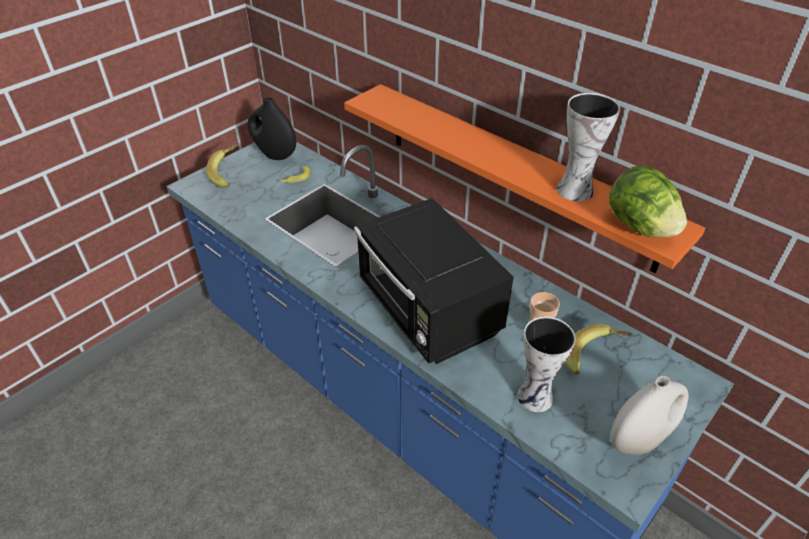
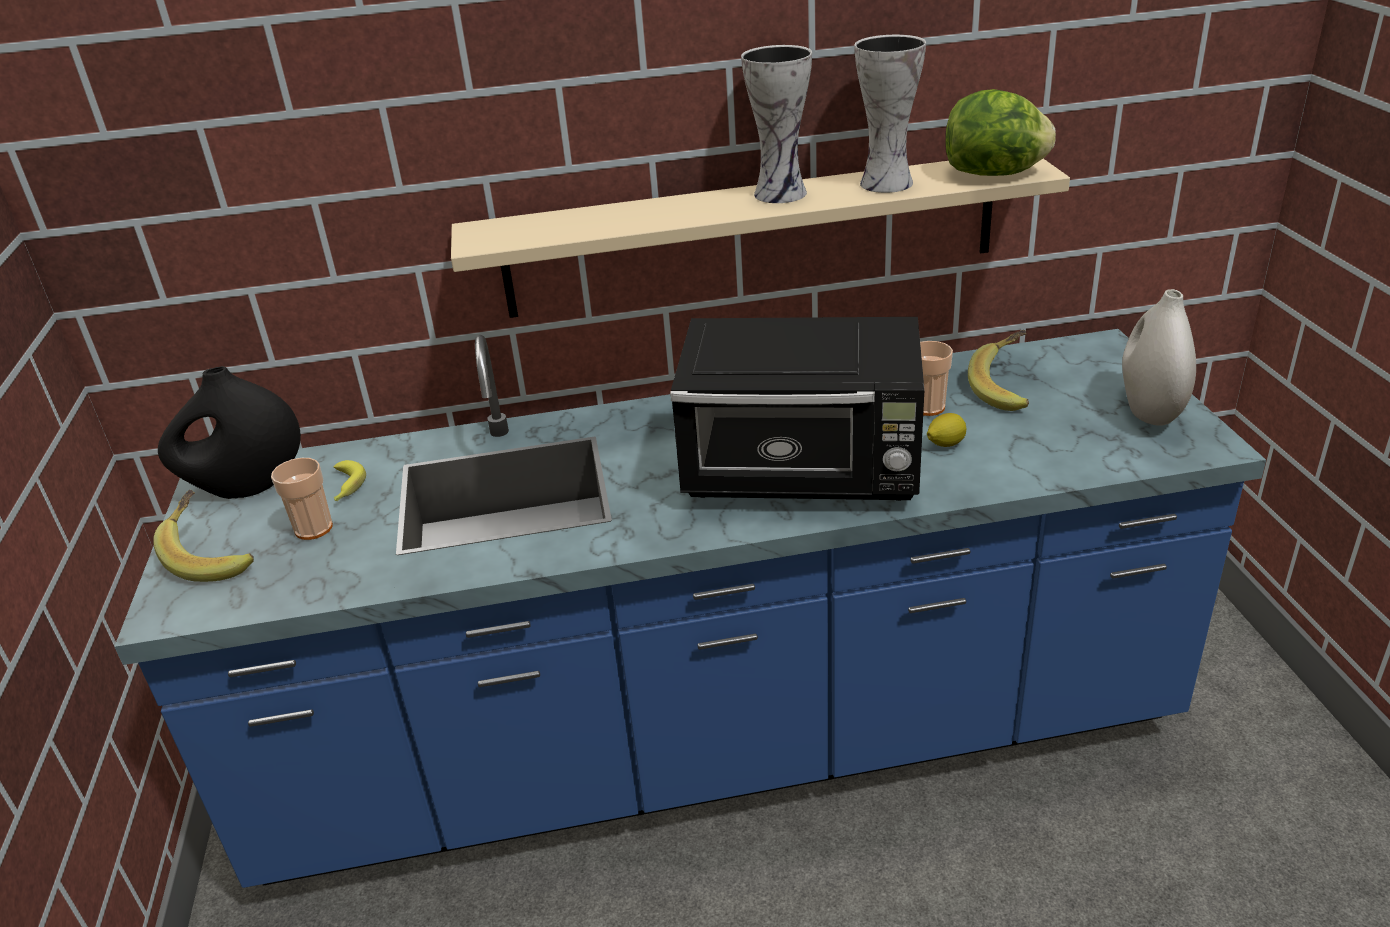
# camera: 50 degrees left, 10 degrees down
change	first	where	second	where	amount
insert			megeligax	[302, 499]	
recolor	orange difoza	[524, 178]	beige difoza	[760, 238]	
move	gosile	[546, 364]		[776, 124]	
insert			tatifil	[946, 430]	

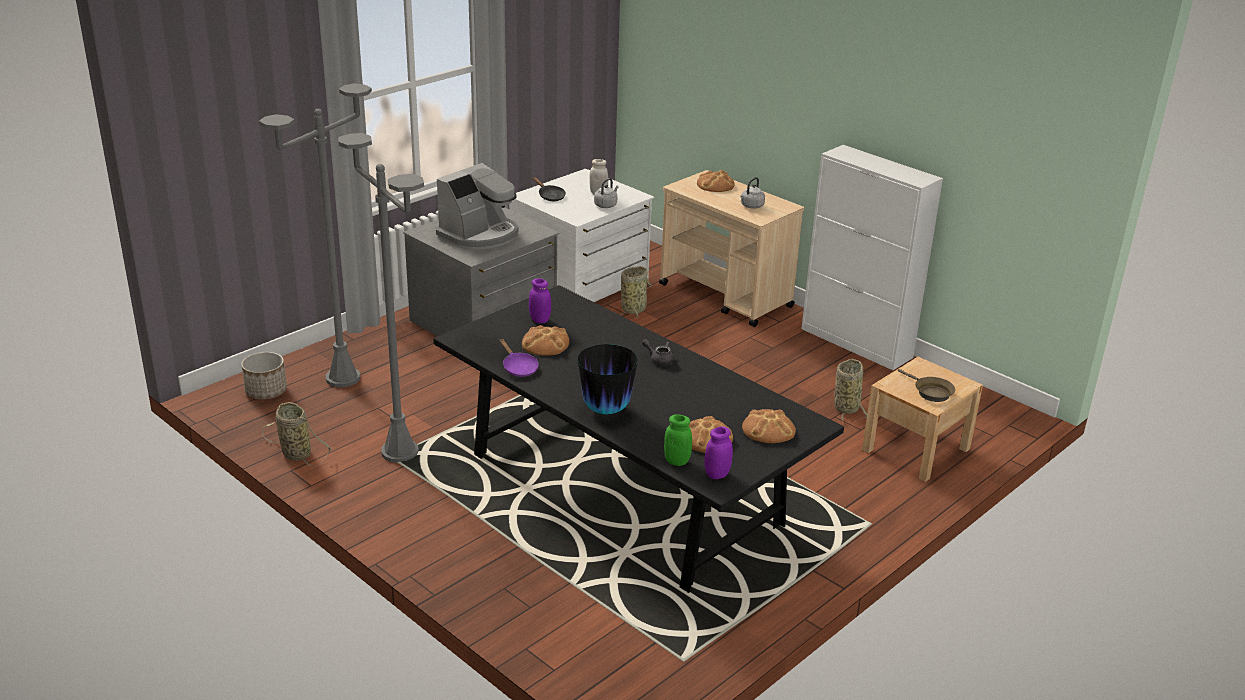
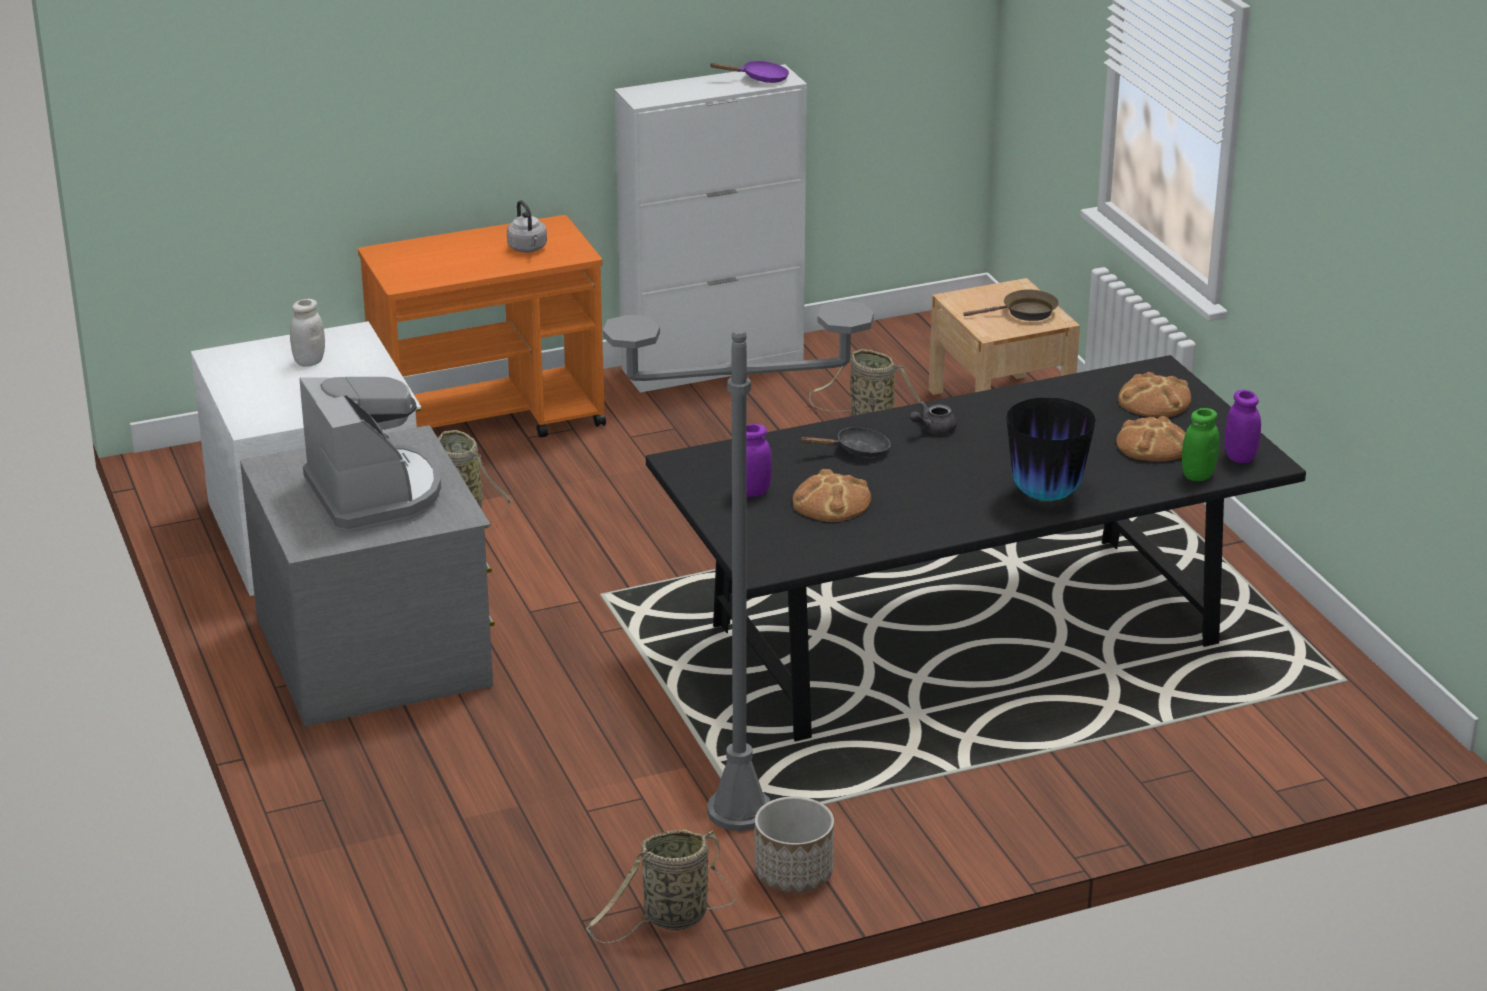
# camera: 65 degrees left, 0 degrees up
change	first	where	second	where	amount
recolor	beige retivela	[731, 248]	orange retivela	[482, 326]	
move	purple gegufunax	[519, 358]		[749, 72]	
move	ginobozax	[264, 376]		[794, 844]	
move	black gegufunax	[549, 189]		[845, 442]	
delete	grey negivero	[315, 235]			
delete	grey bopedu	[606, 193]			
delete	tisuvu	[716, 181]			

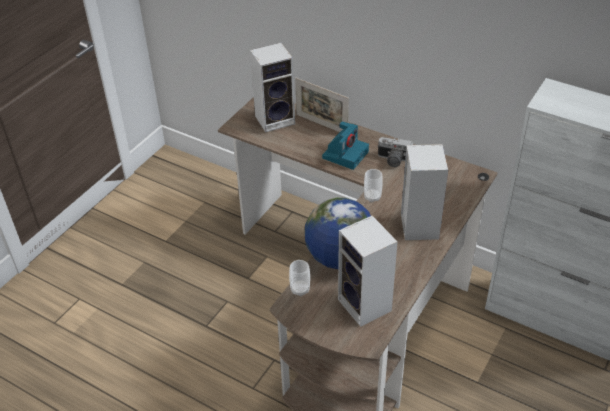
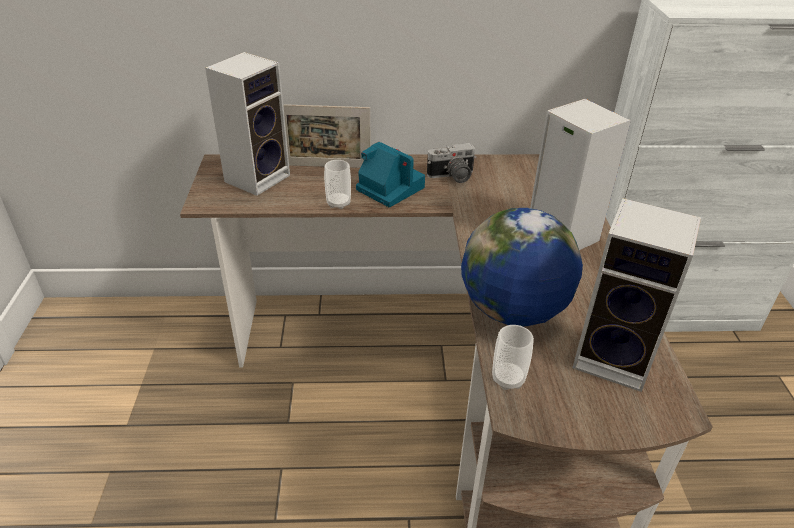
# camera: 35 degrees left, 5 degrees down
change	first	where	second	where	amount
move	megeligax	[373, 186]		[337, 184]	
rotate	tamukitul	[345, 145]		[390, 174]	45 degrees counterclockwise

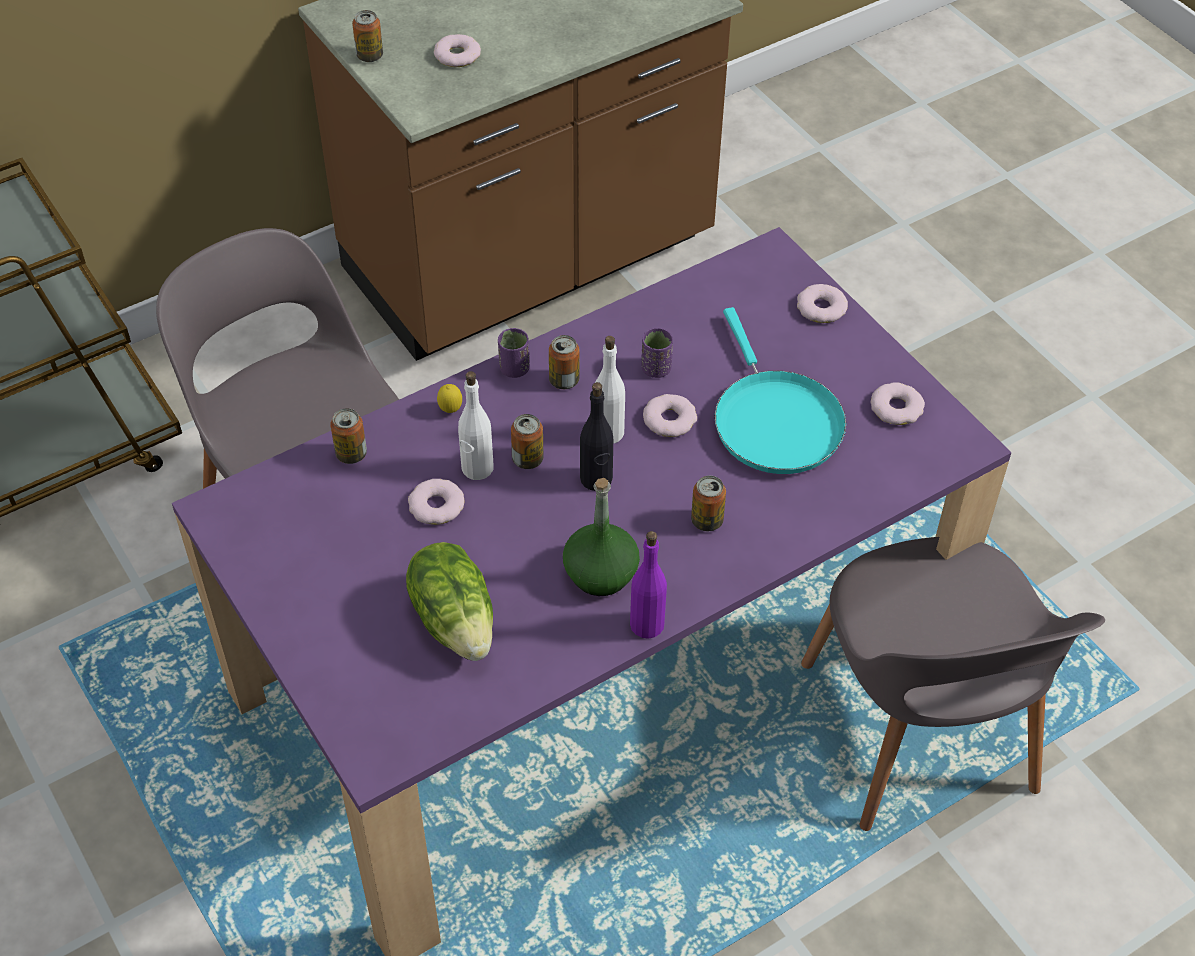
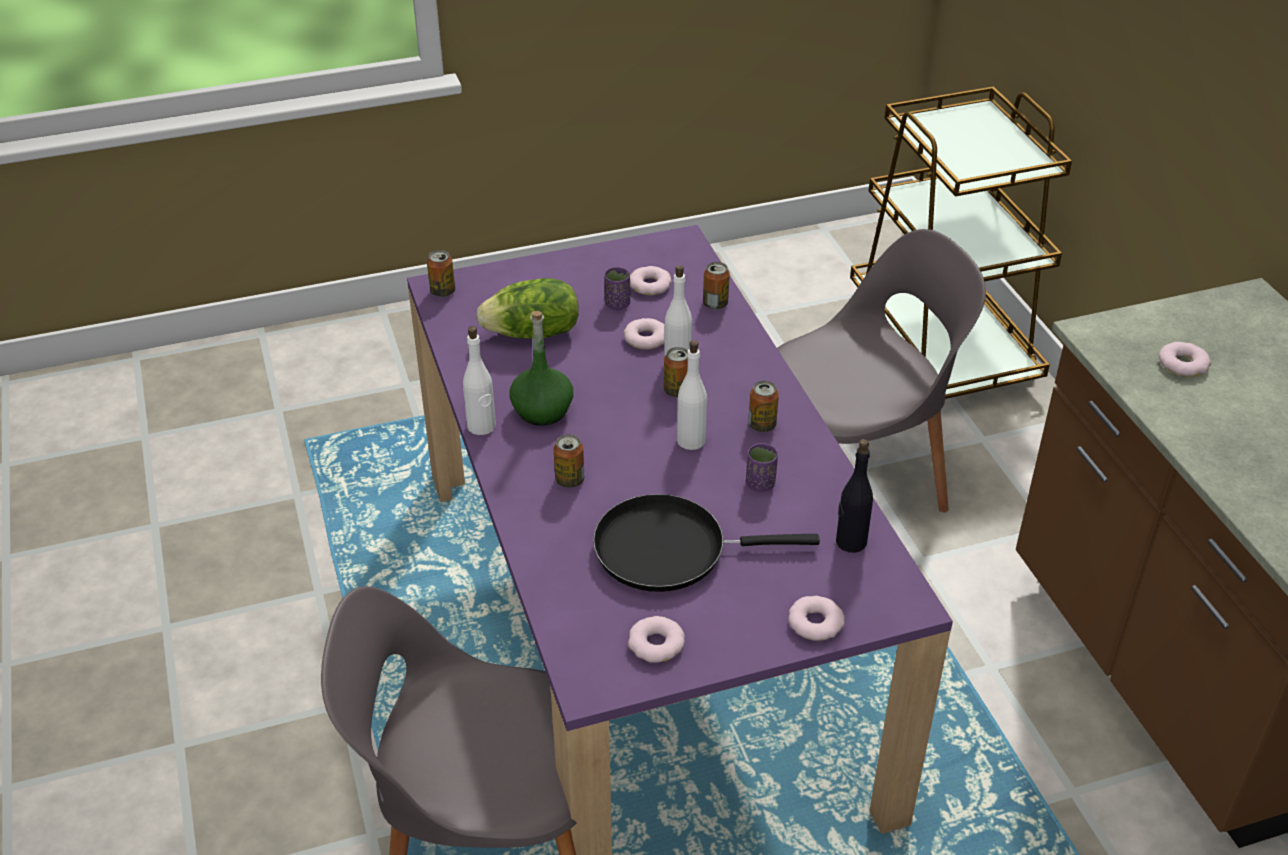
# camera: 105 degrees right, 10 degrees down
change	first	where	second	where	amount
move	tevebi	[367, 36]		[441, 273]	
recolor	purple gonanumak	[648, 584]	white gonanumak	[479, 380]	
recolor	turquoise gegufunax	[780, 390]	black gegufunax	[706, 543]	
move	purple megeligax	[514, 353]		[617, 288]	
move	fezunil	[670, 415]		[651, 280]	
move	black gonanumak	[596, 436]		[854, 496]	
delete	tatifil	[449, 398]			

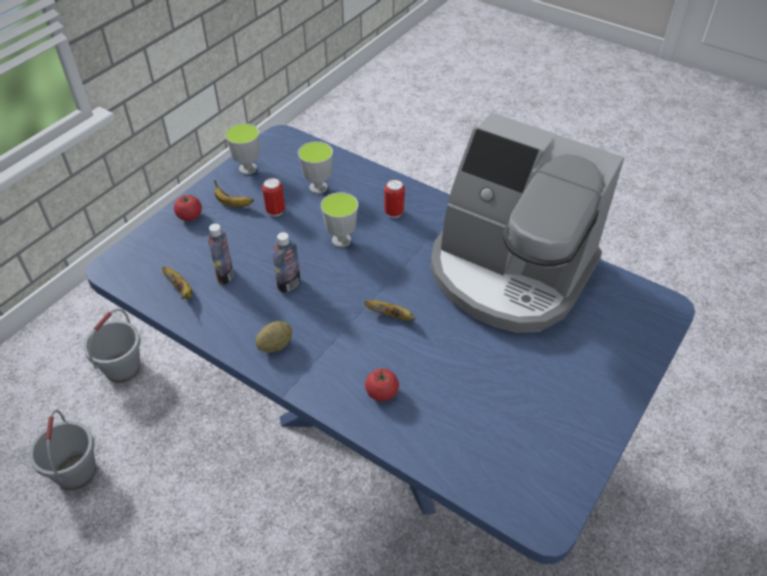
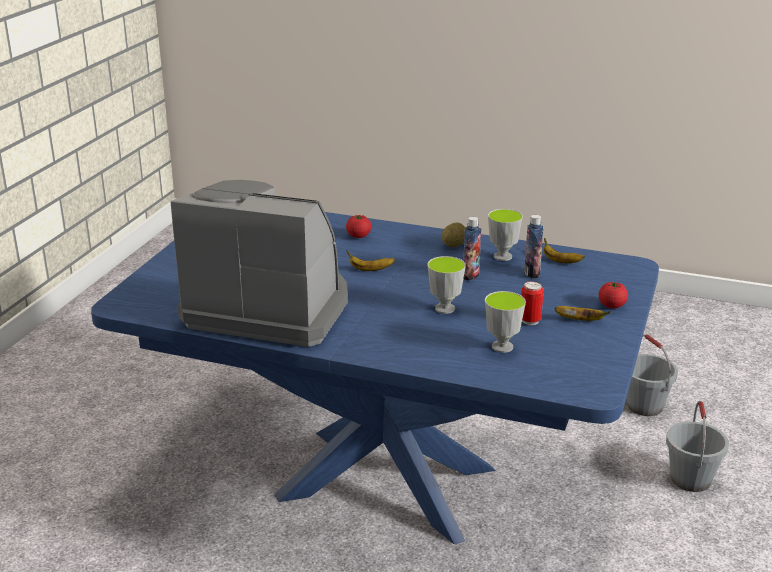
# camera: 165 degrees right, 20 degrees down
change	first	where	second	where	amount
move	megeligax	[242, 149]		[505, 235]	
delete	tevebi	[395, 198]			

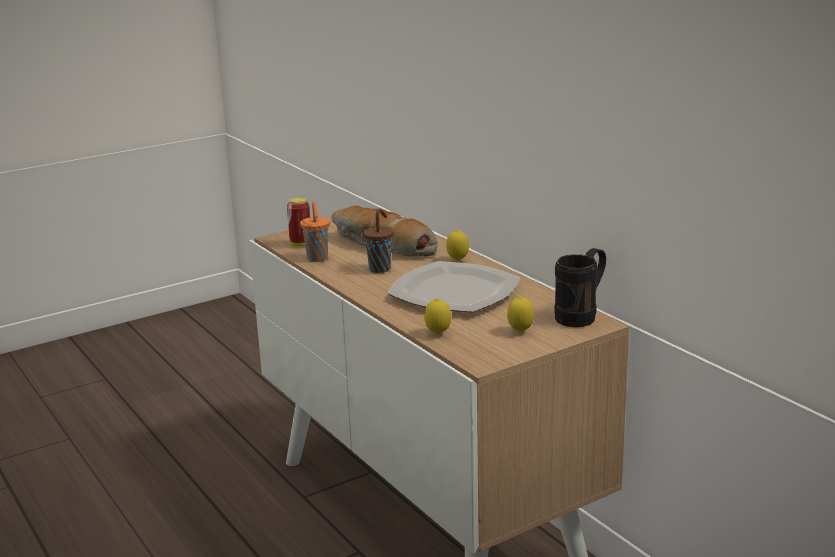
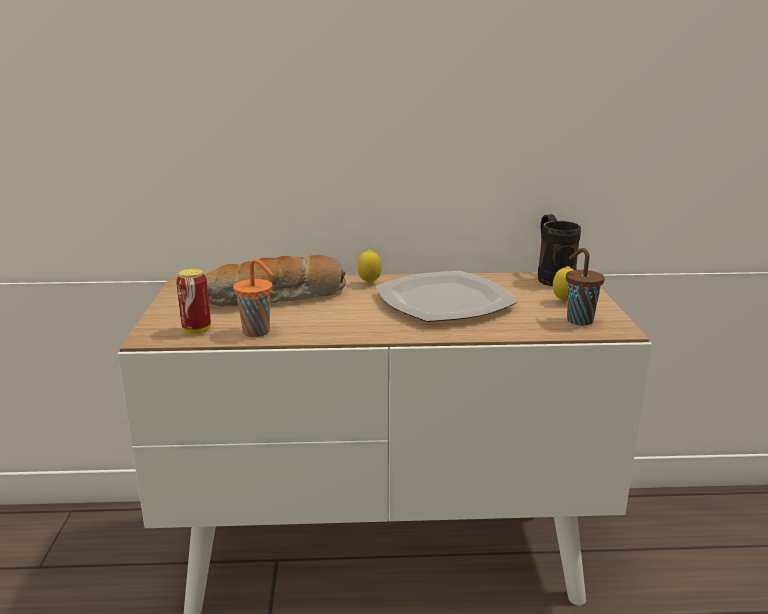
# camera: 60 degrees left, 0 degrees up
change	first	where	second	where	amount
move	brown megeligax	[378, 241]		[585, 287]	
delete	tatifil	[437, 316]			

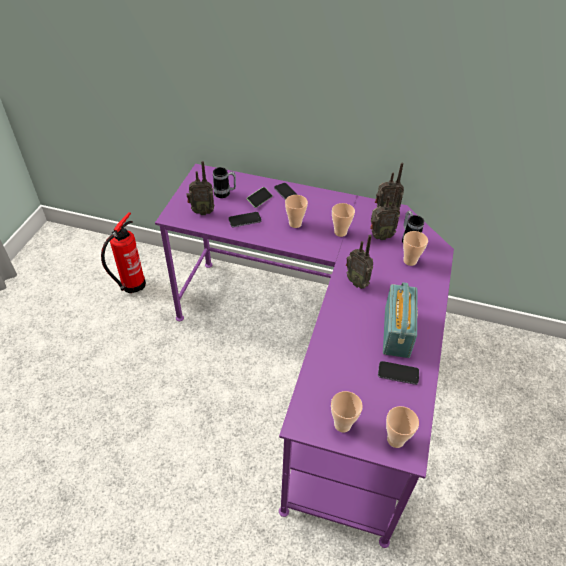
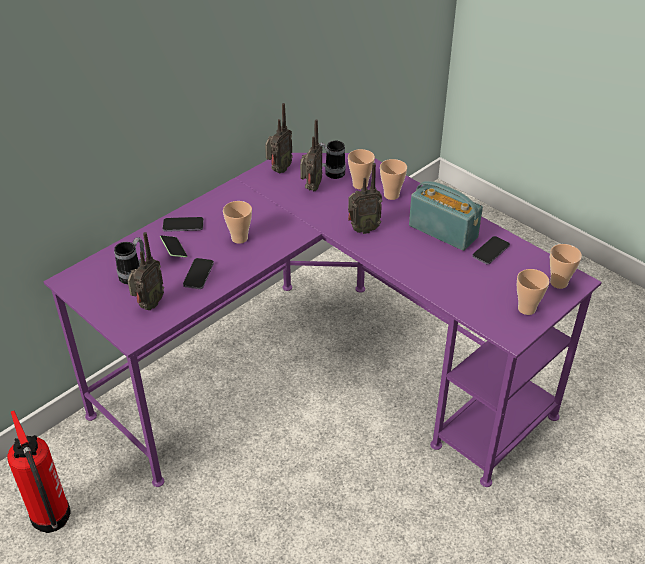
# camera: 60 degrees left, 5 degrees down
change	first	where	second	where	amount
move	megeligax	[343, 220]		[393, 179]	

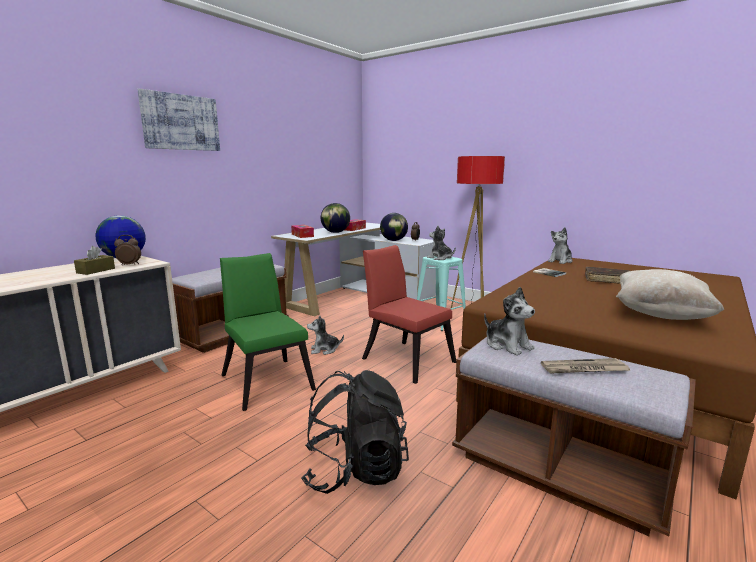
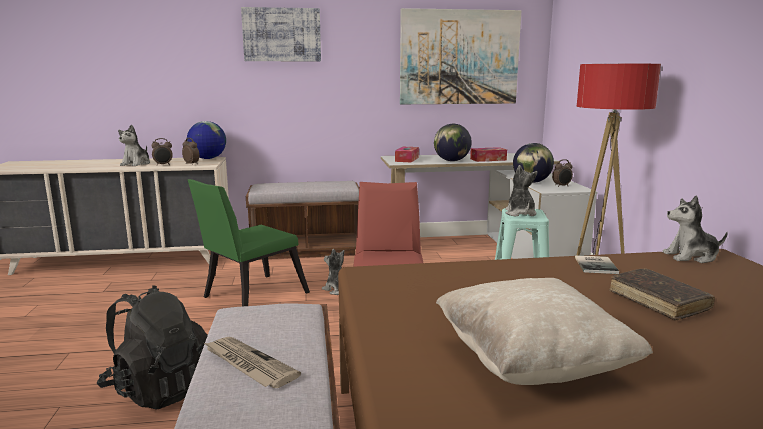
# camera: 45 degrees right, 0 degrees up
change	first	where	second	where	amount
move	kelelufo	[509, 321]		[134, 145]	
replace	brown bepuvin	[94, 260]	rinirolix	[162, 152]	
rotate	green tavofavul	[268, 332]		[249, 243]	150 degrees counterclockwise
insert			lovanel	[460, 56]	

